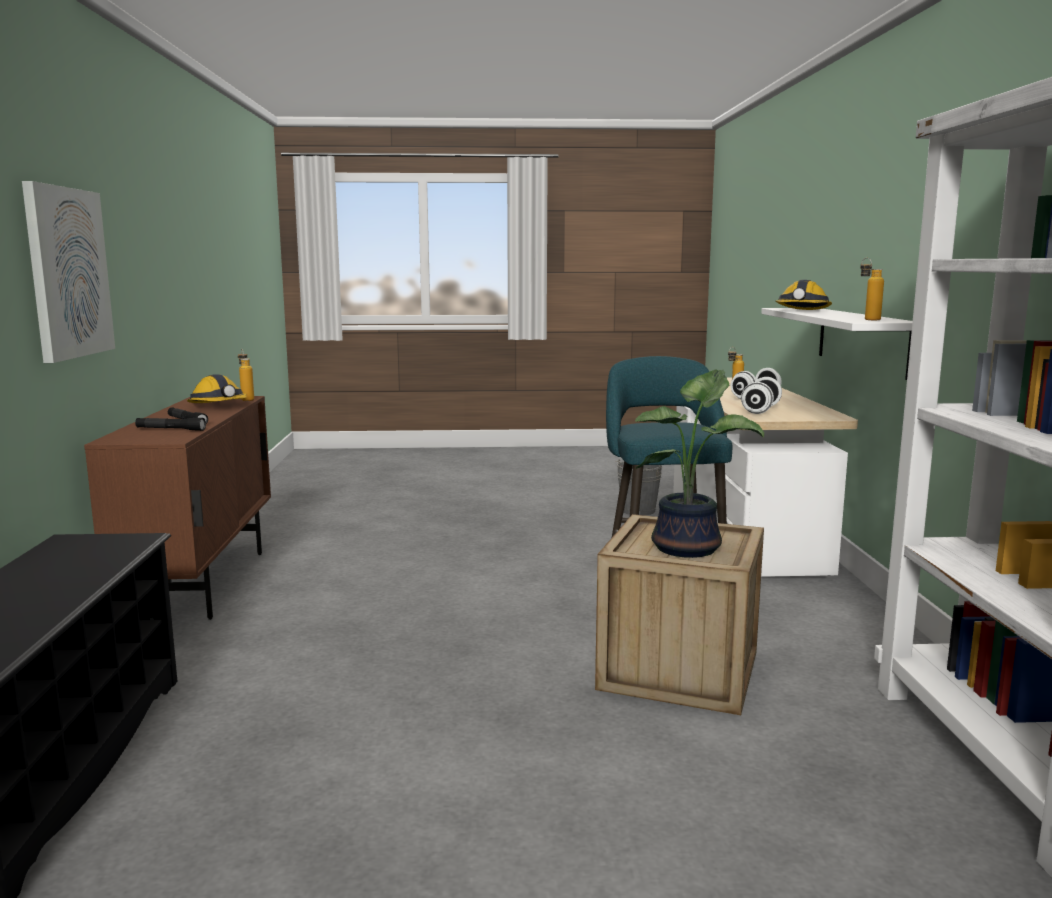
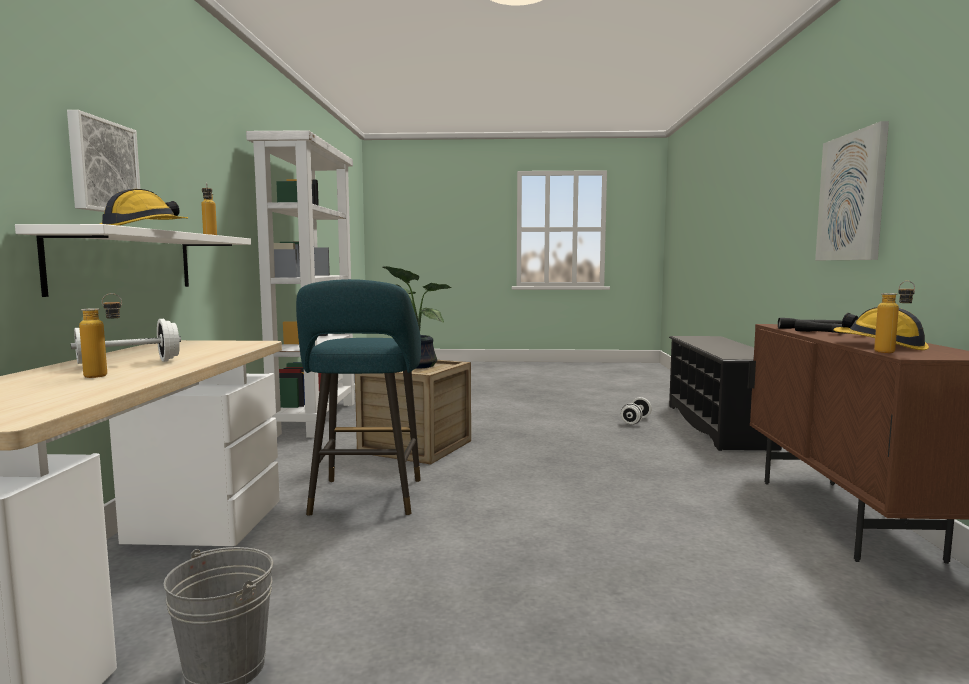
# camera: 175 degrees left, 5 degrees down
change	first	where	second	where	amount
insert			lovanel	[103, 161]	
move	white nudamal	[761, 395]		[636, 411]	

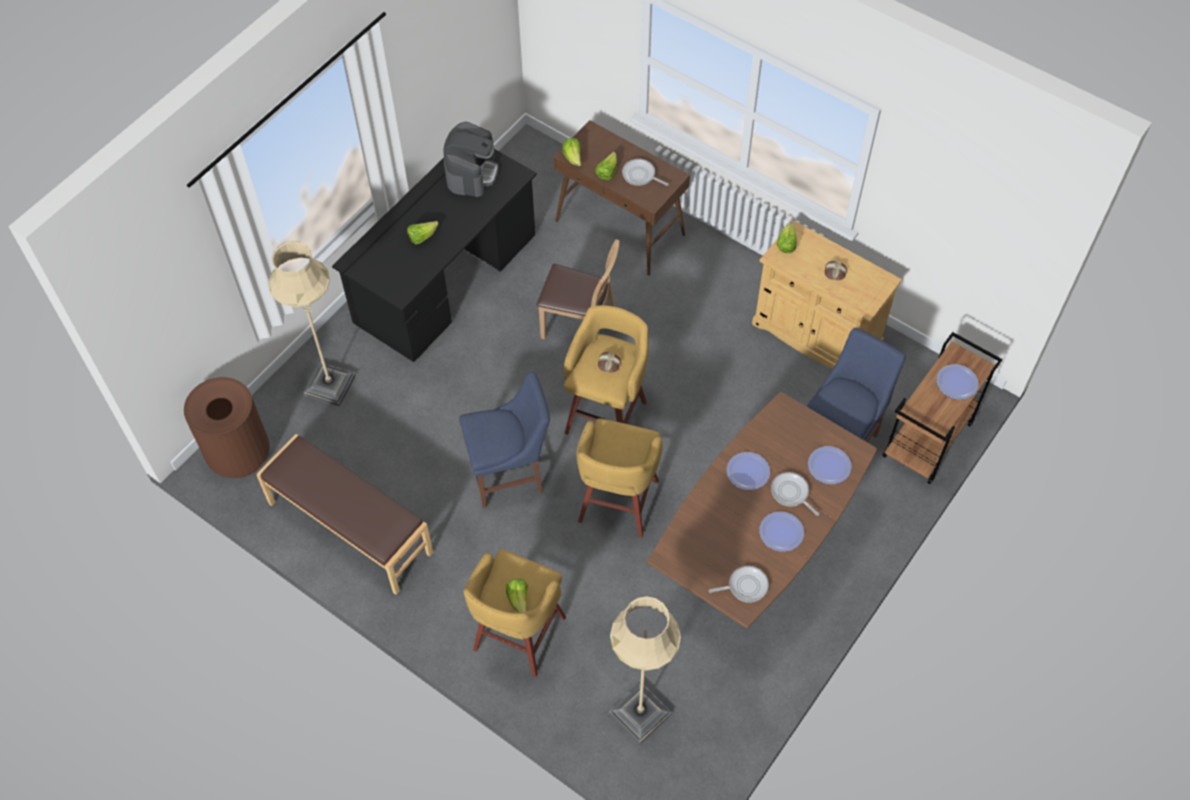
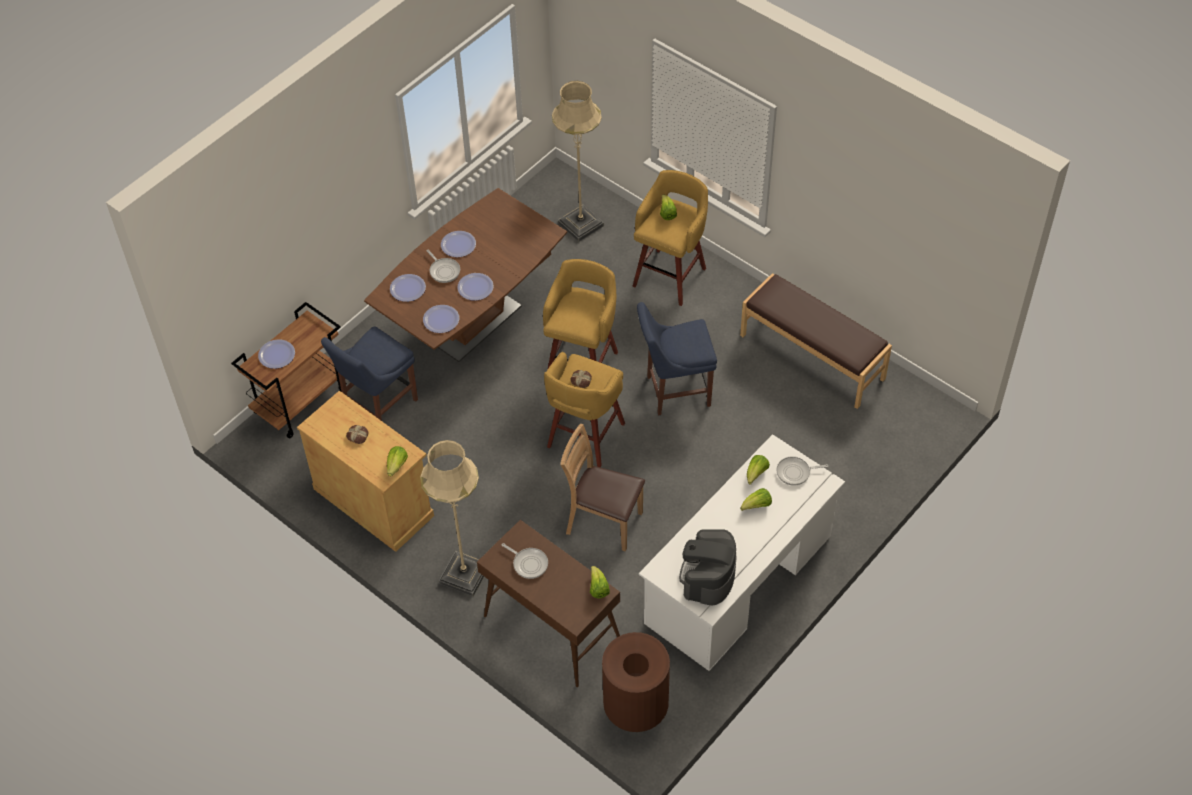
# camera: 175 degrees left, 5 degrees down
change	first	where	second	where	amount
move	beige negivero	[312, 324]		[452, 518]	
insert			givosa	[441, 319]	
move	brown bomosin	[227, 427]		[636, 682]	
recolor	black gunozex	[434, 255]	white gunozex	[742, 552]	
move	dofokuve	[606, 166]		[758, 470]	
move	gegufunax	[739, 584]		[802, 471]	

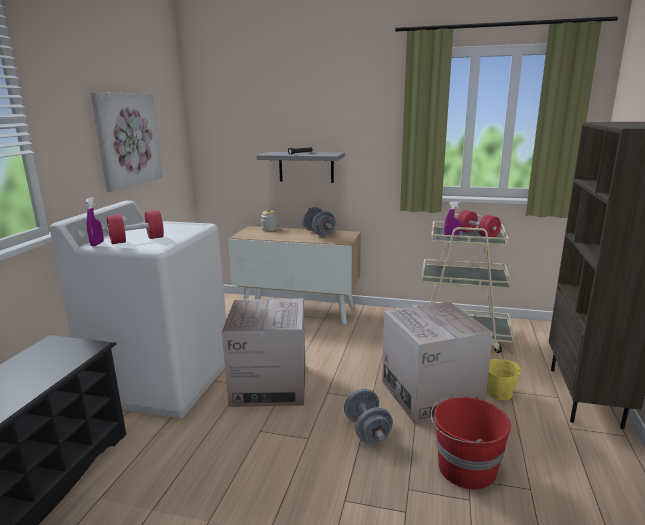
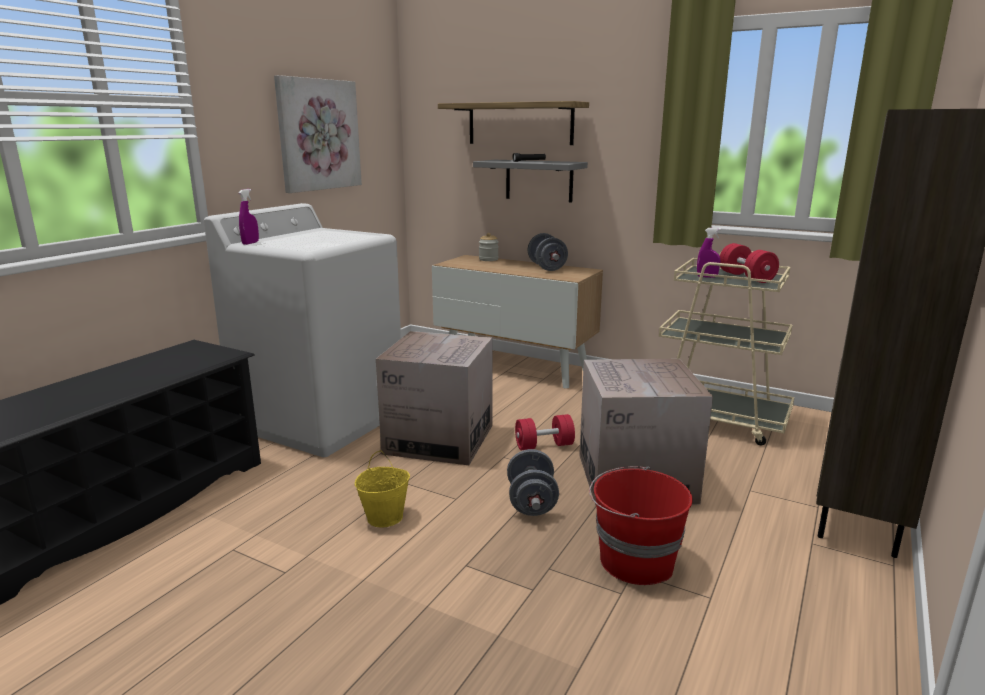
# camera: 15 degrees right, 0 degrees up
change	first	where	second	where	amount
move	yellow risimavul	[504, 374]		[382, 488]	
insert			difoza	[513, 123]	
move	red nudamal	[135, 227]		[545, 432]	

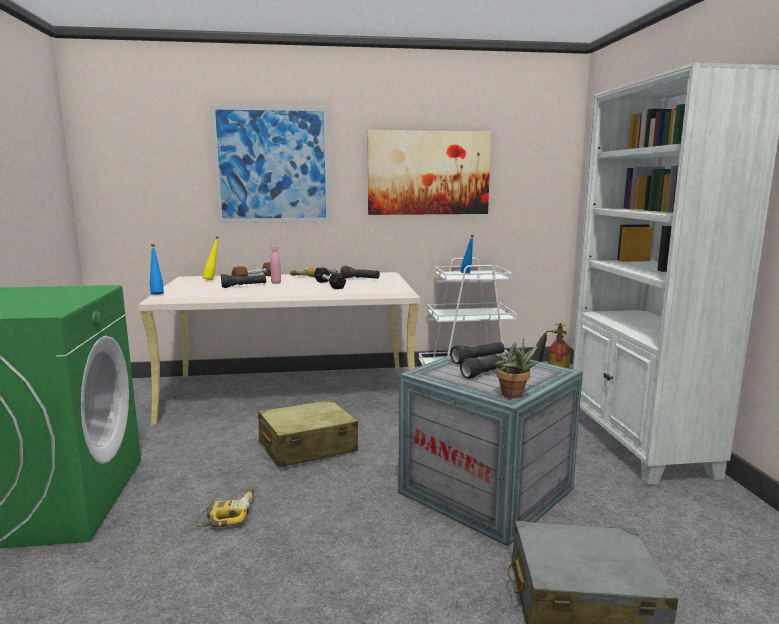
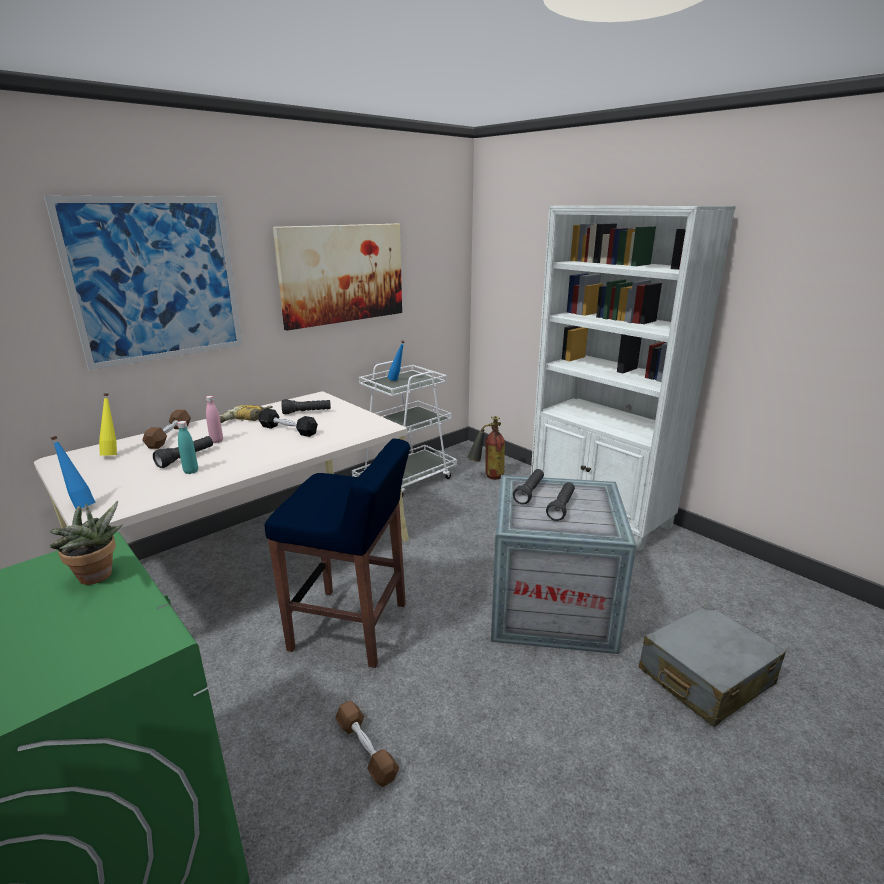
# camera: 35 degrees left, 10 degrees up
change	first	where	second	where	amount
move	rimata	[516, 368]		[86, 543]	
insert			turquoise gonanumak	[187, 447]	
replace	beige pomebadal	[308, 434]	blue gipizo	[337, 553]	
replace	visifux	[225, 507]	brown nudamal	[367, 744]	

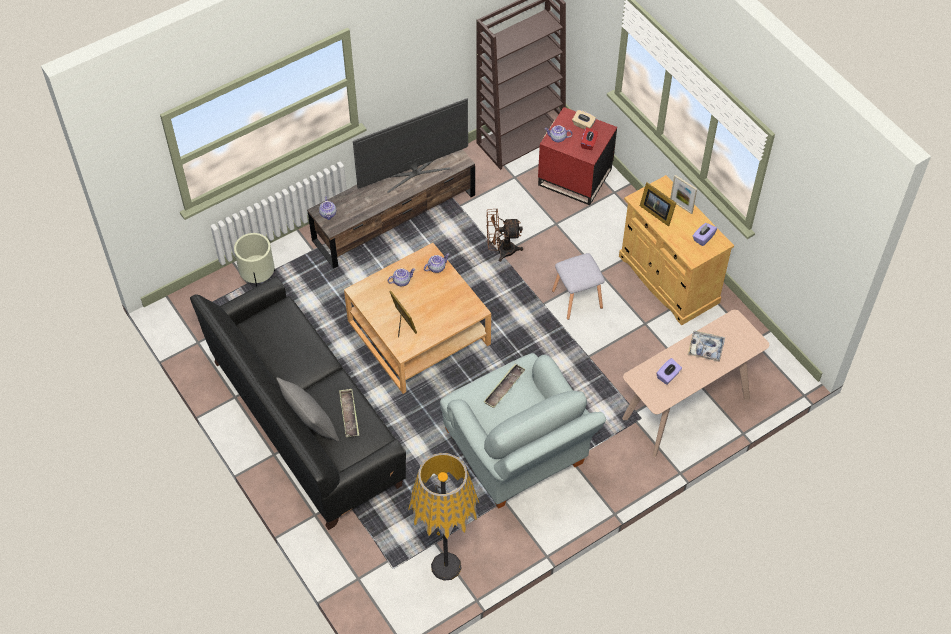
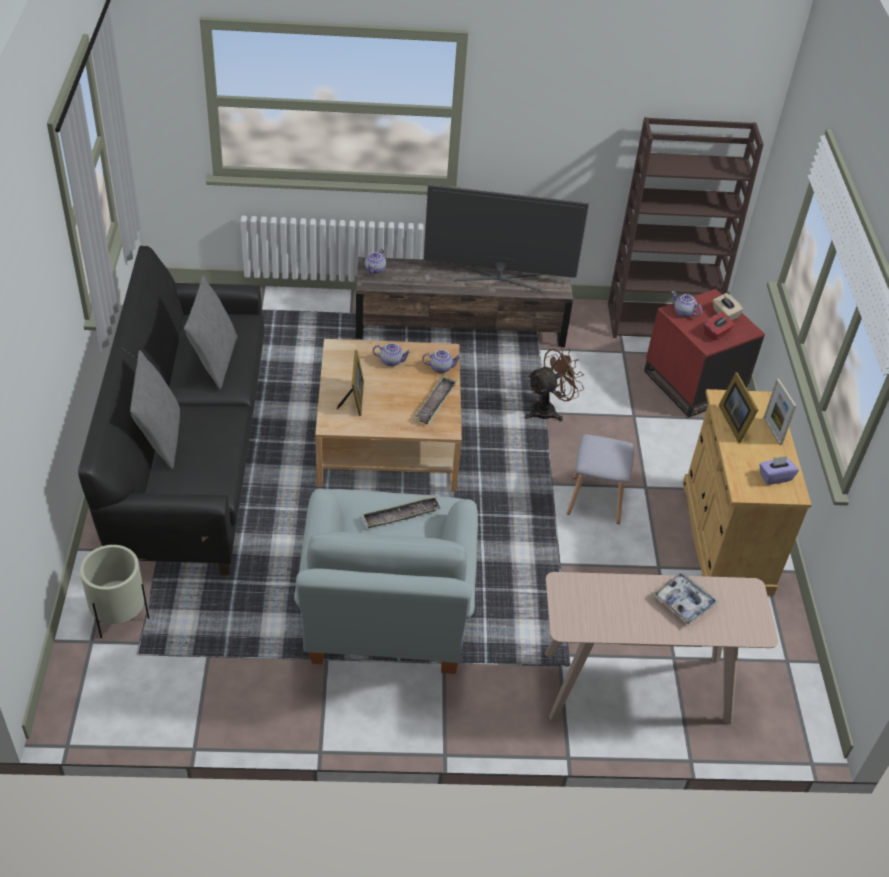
# camera: 30 degrees right, 10 degrees down
change	first	where	second	where	amount
move	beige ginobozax	[254, 260]		[114, 591]	
insert			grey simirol	[211, 332]	
move	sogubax	[349, 413]		[435, 399]	
rotate	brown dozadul	[504, 235]		[554, 383]	120 degrees clockwise
delete	negivero	[444, 517]			
delete	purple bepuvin	[669, 371]			

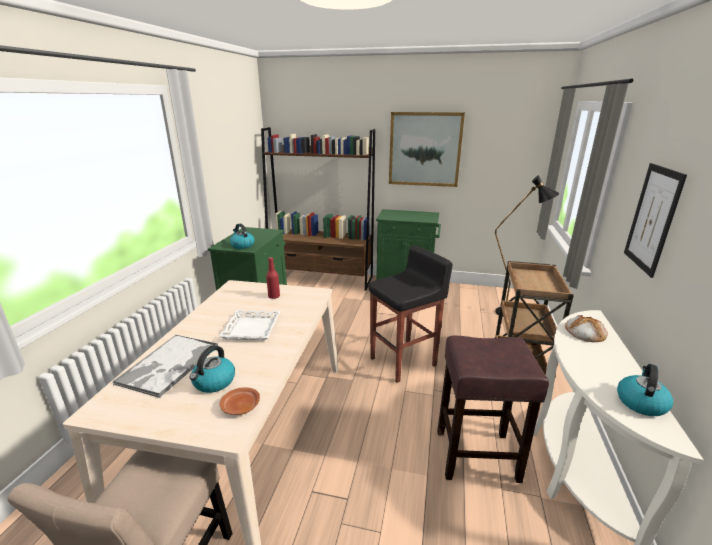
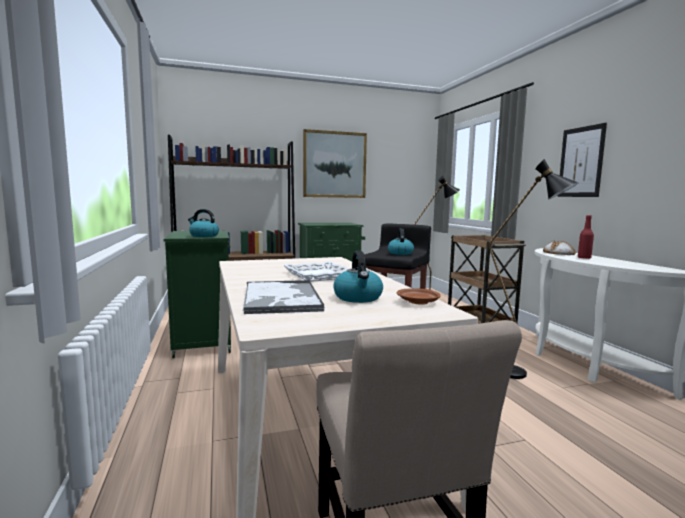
# camera: 30 degrees left, 15 degrees down
change	first	where	second	where	amount
move	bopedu	[645, 390]		[401, 242]	
replace	brown gipizo	[493, 409]	black negivero	[534, 269]	
move	red gonanumak	[273, 278]		[586, 237]	

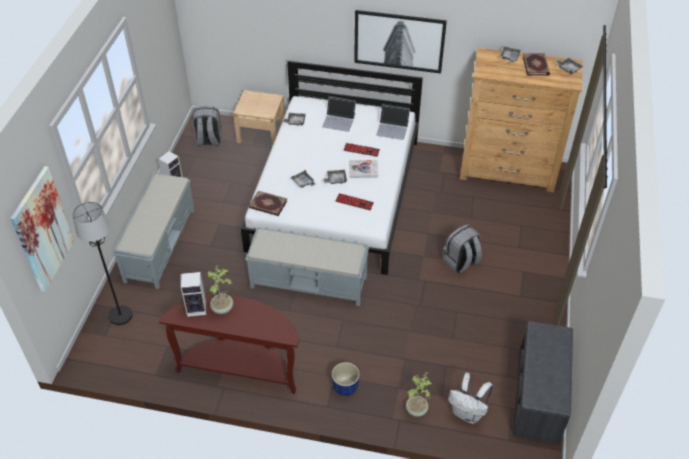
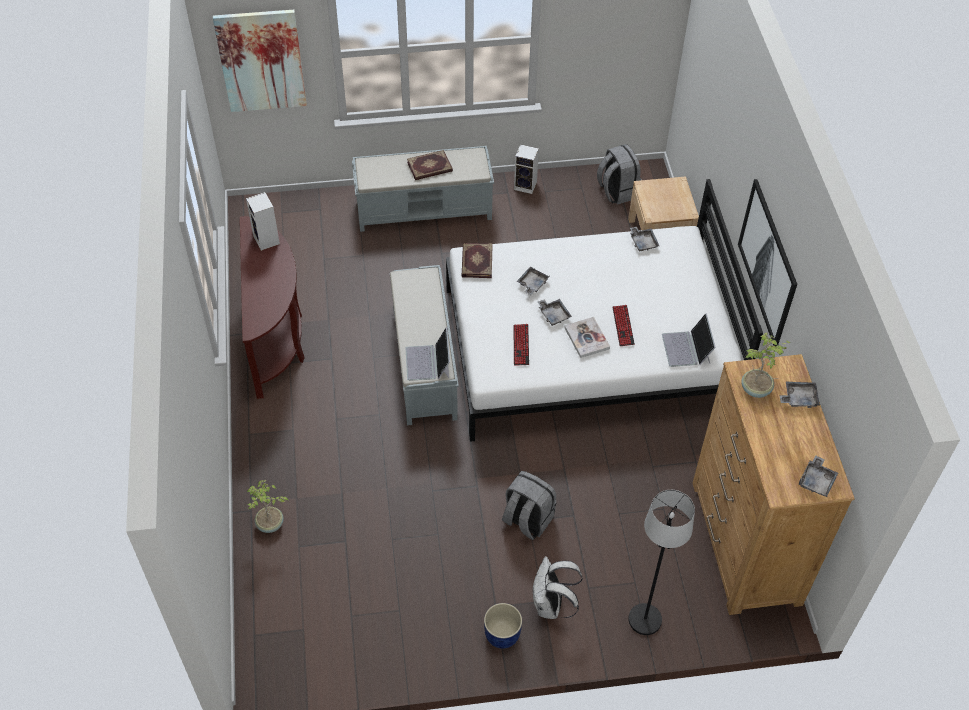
# camera: 70 degrees right, 5 degrees up
change	first	where	second	where	amount
move	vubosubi	[339, 114]		[428, 354]	
move	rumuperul	[536, 64]		[430, 165]	
move	blue ginobozax	[346, 379]		[503, 626]	
move	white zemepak	[470, 398]		[557, 587]	
move	black negivero	[102, 263]		[661, 562]	
move	rimata	[220, 289]		[766, 365]	
delete	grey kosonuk	[543, 382]			

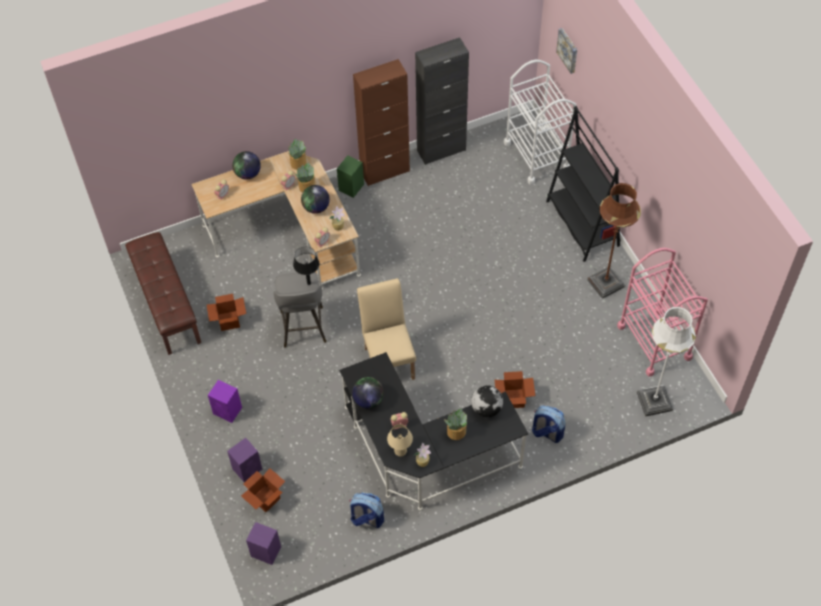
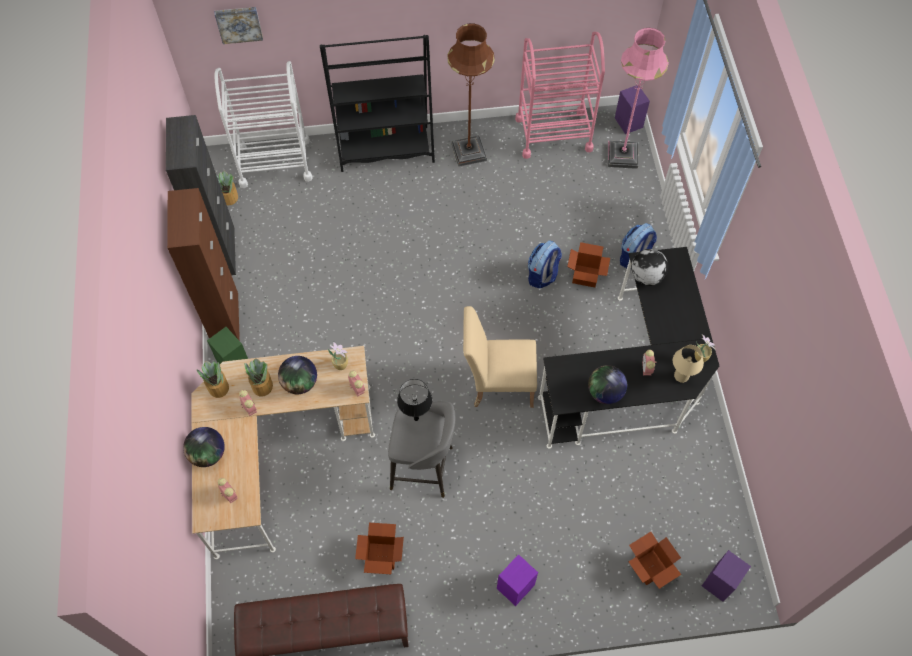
# camera: 75 degrees left, 5 degrees up
change	first	where	second	where	amount
move	rimata	[455, 424]		[227, 188]	
move	zemepak	[366, 510]		[545, 264]	
recolor	white negivero	[666, 362]	pink negivero	[638, 98]	
move	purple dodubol	[244, 460]		[632, 109]	

